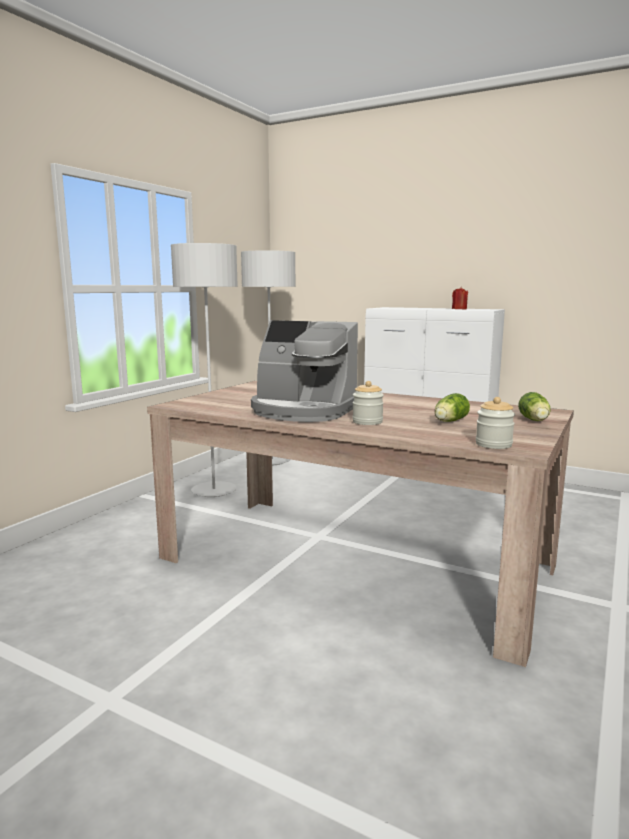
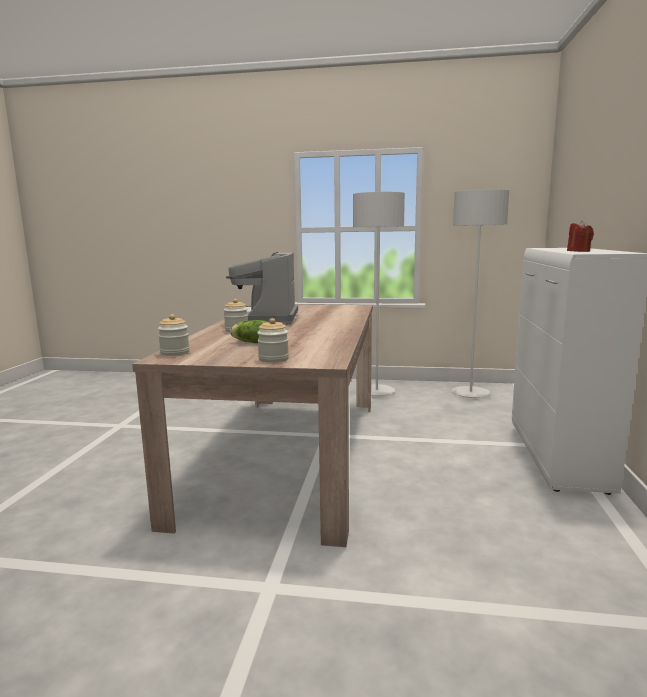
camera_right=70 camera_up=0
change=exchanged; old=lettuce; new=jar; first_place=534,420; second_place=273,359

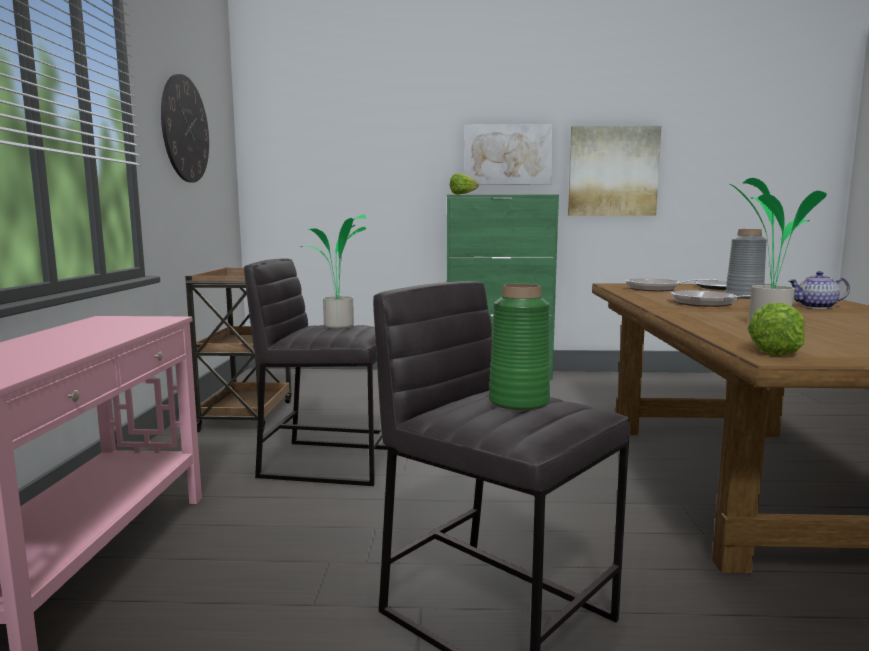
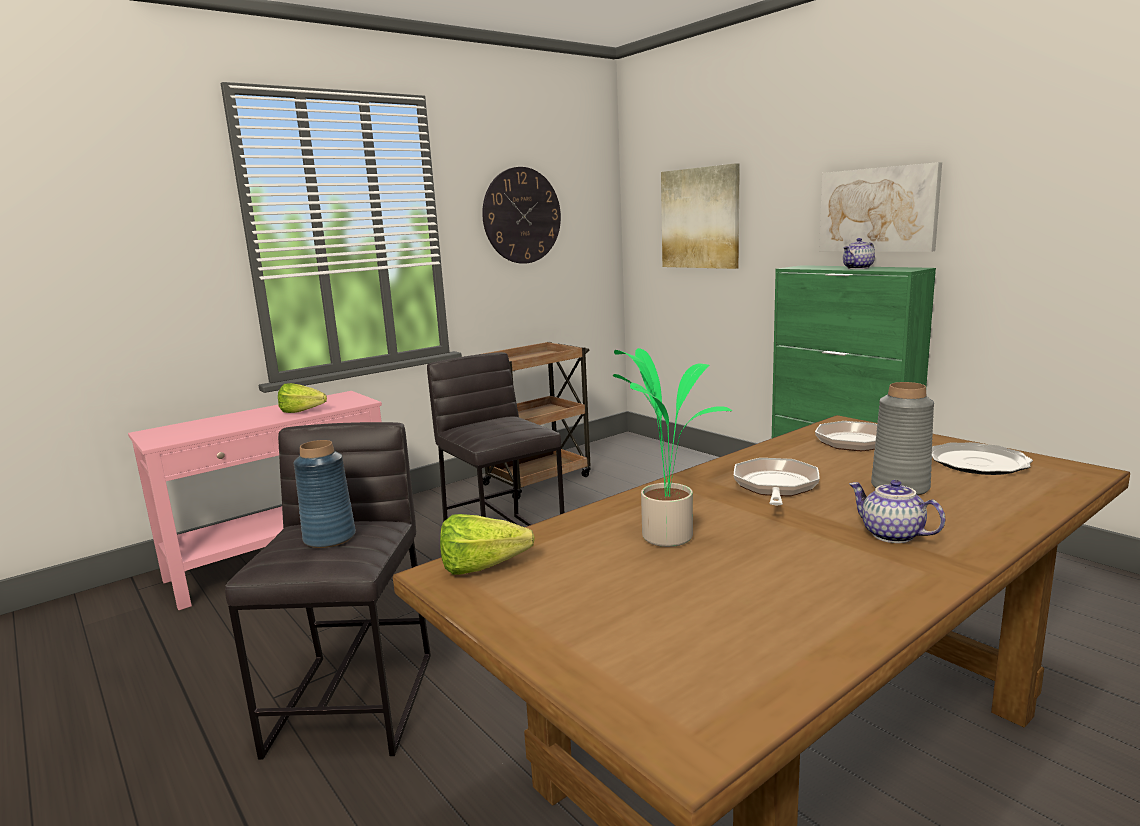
camera_right=50 camera_up=5
change=missing; old=potted plant; first_place=339,326
change=appeared; new=teapot; second_place=858,268
change=relocated; old=lettuce; first_place=466,194; second_place=305,412
change=relocated; old=picture; first_place=613,171; second_place=700,218
change=colour; old=vase/green; new=vase/blue; first_place=519,402; second_place=330,538

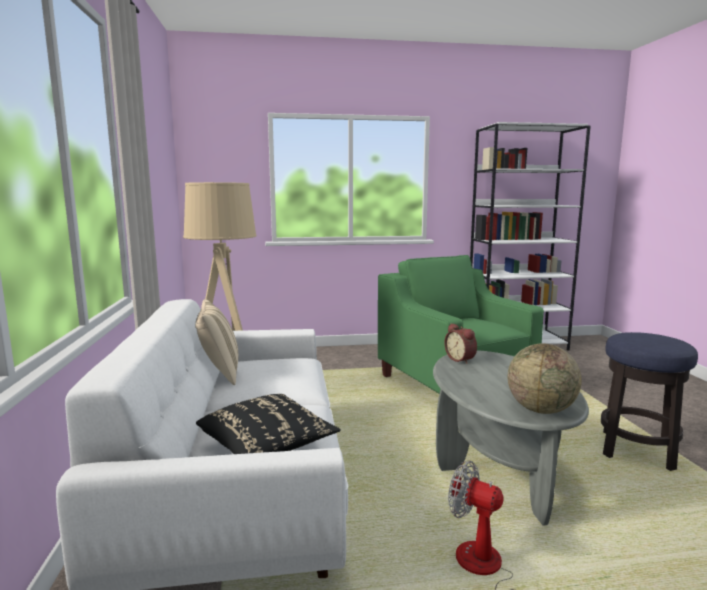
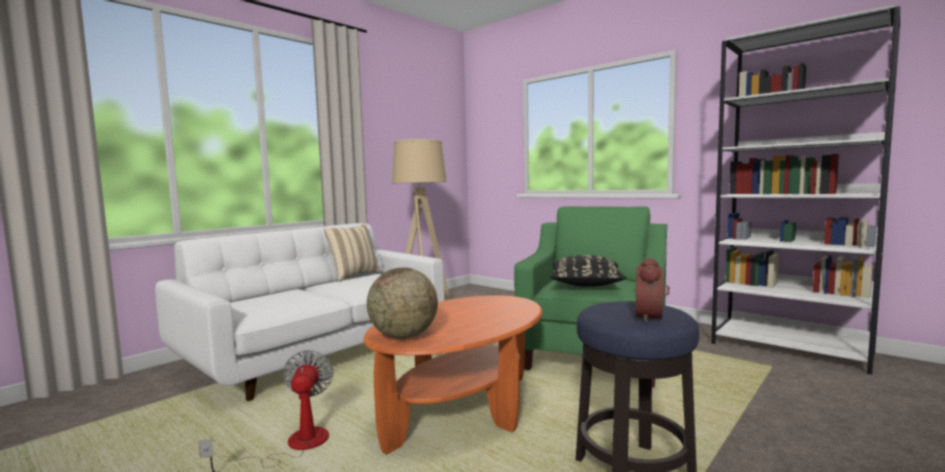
camera_right=50 camera_up=-5
change=relocated; old=pillow/black; first_place=267,447; second_place=586,285
change=relocated; old=alarm clock; first_place=461,359; second_place=652,317
change=colour; old=coffee table/grey; new=coffee table/orange; first_place=497,466; second_place=463,412

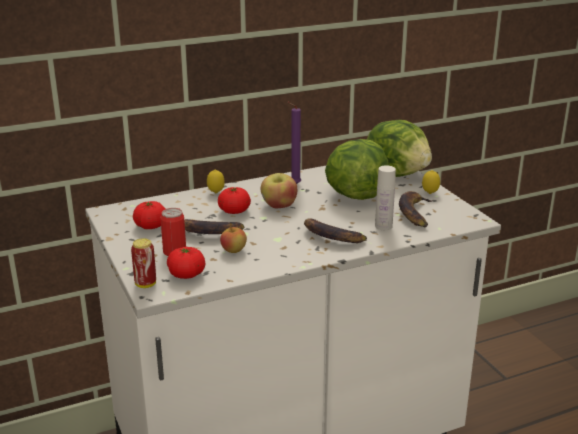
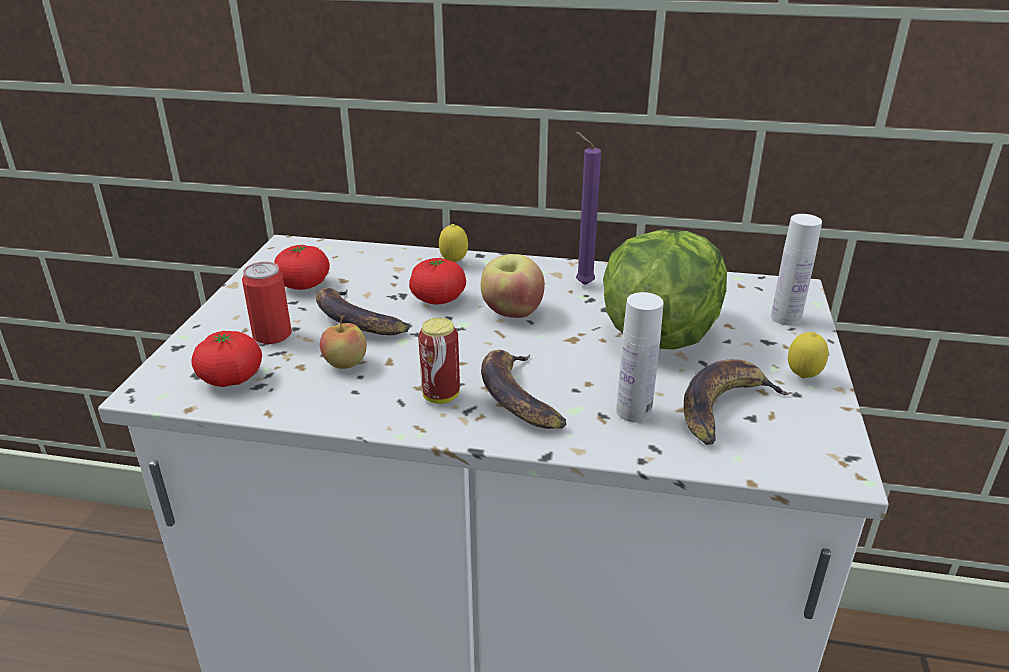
camera_right=35 camera_up=5
change=relocated; old=can; first_place=145,284; second_place=441,396
change=exchanged; old=lettuce; new=bottle/white; first_place=398,173; second_place=786,318

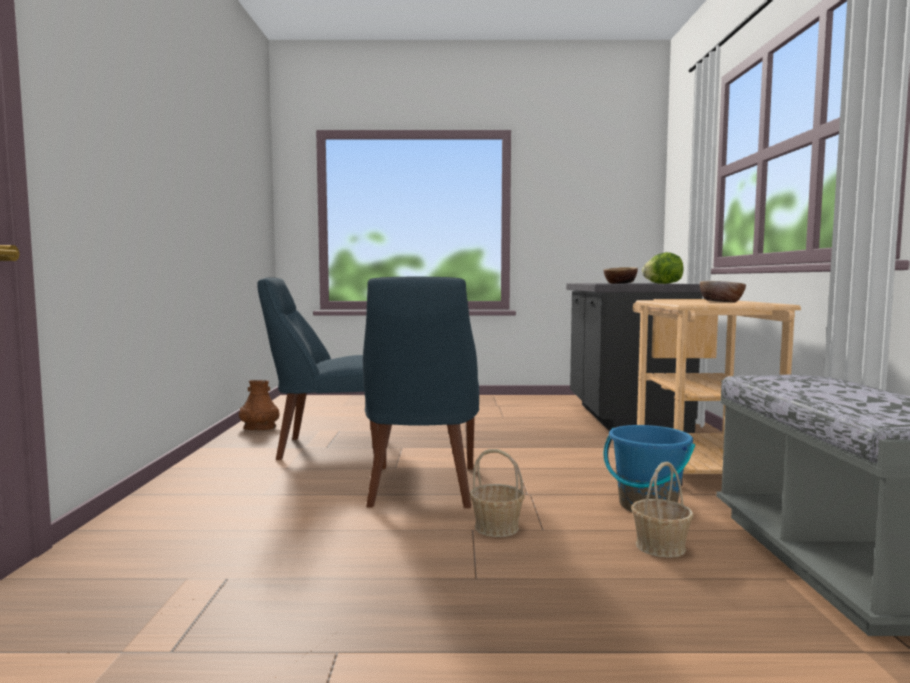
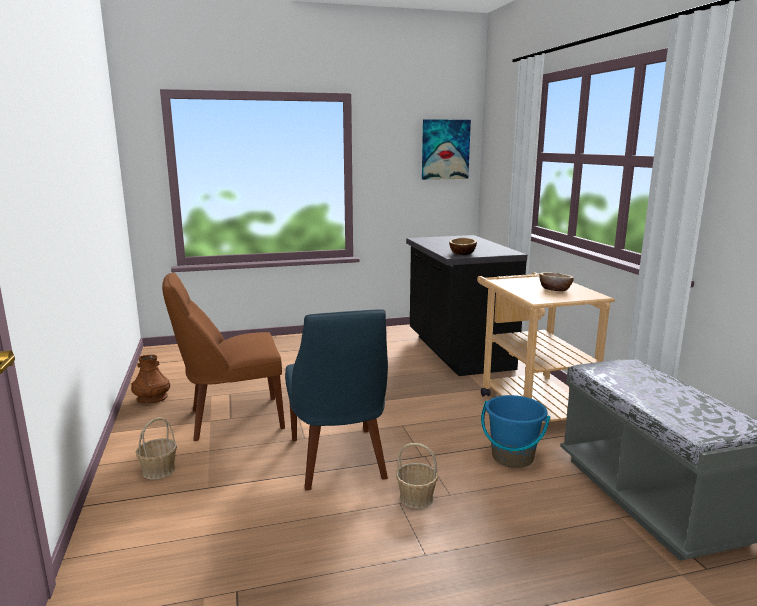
camera_right=-15 camera_up=10
change=missing; old=lettuce; first_place=662,283
change=appeared; new=picture; second_place=445,149
change=relocated; old=basket; first_place=660,546; second_place=158,470
change=colour; old=chair/blue; new=chair/brown; first_place=327,448; second_place=231,419

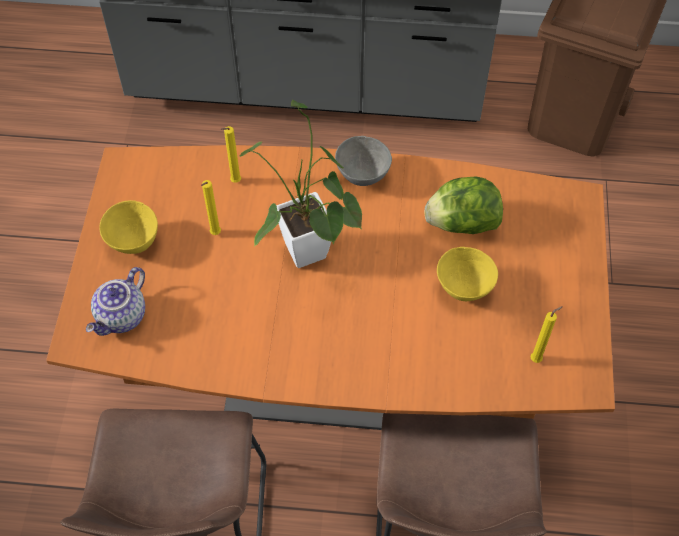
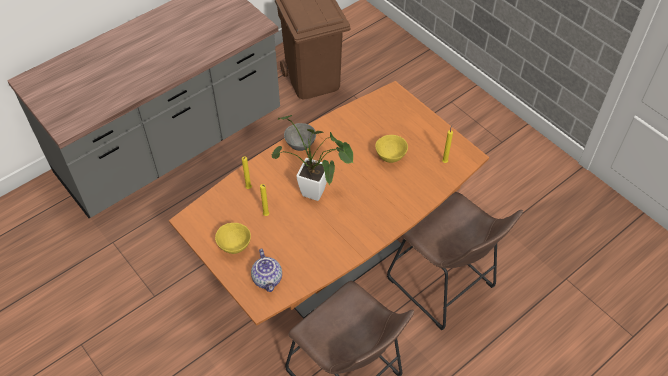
camera_right=-45 camera_up=-5
change=missing; old=lettuce; first_place=462,223

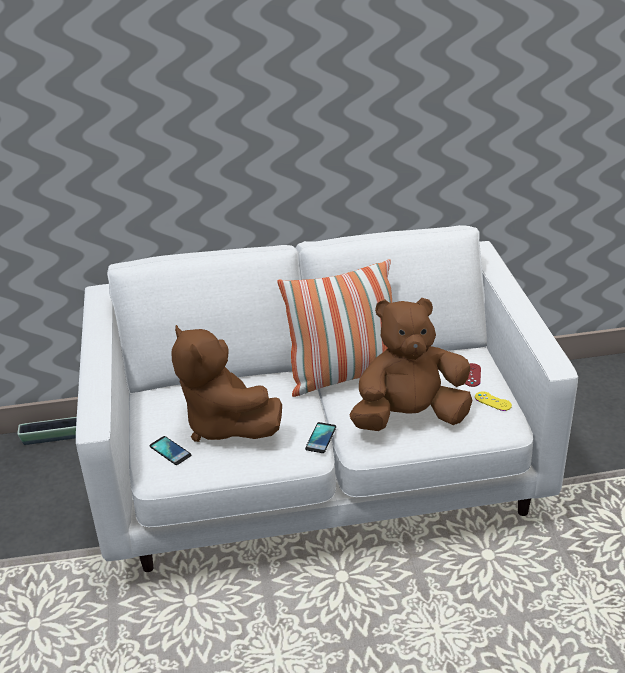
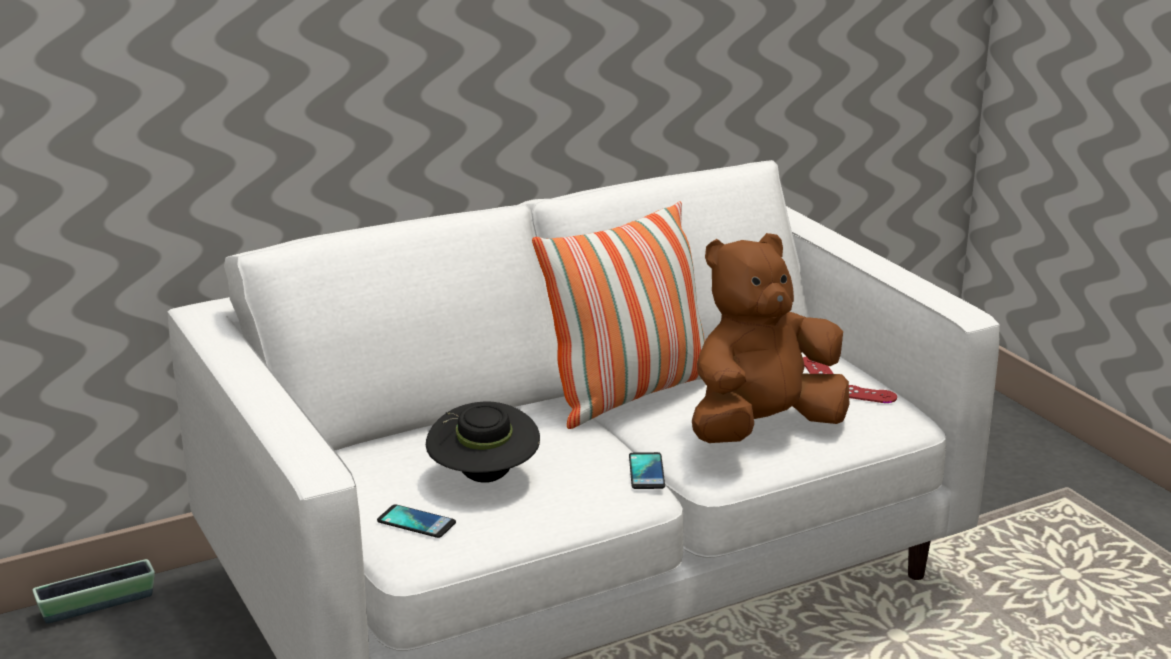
camera_right=-20 camera_up=-10
change=exchanged; old=plush toy/brown; new=hat/black; first_place=224,425; second_place=483,477
change=colour; old=game controller/yellow; new=game controller/red; first_place=493,401; second_place=867,394

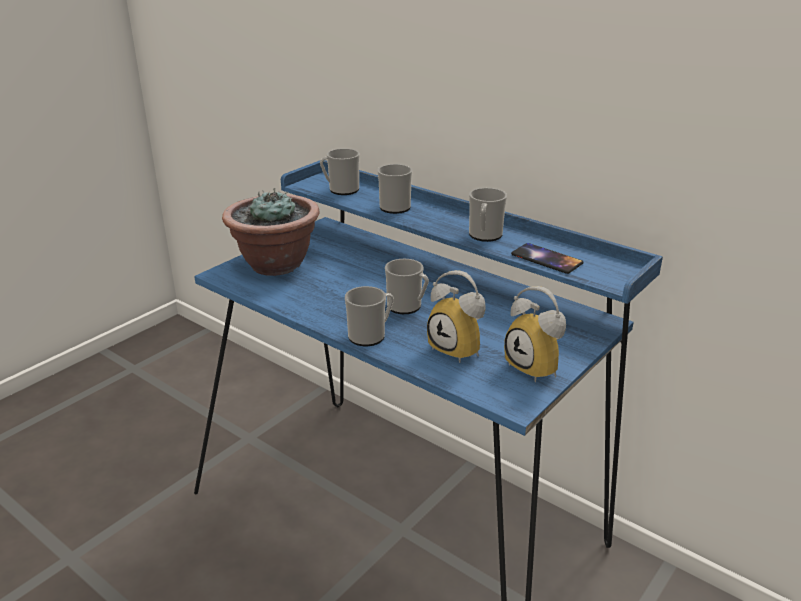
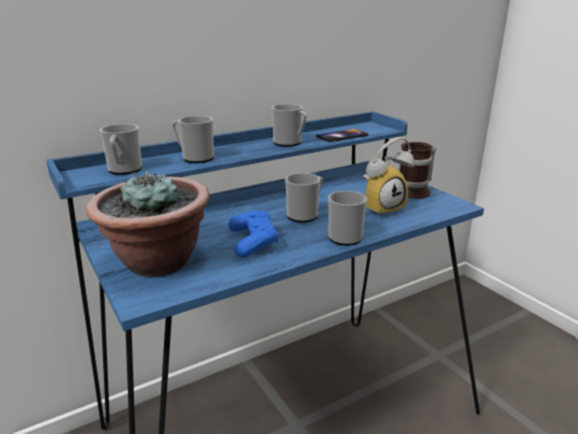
camera_right=-70 camera_up=-5
change=appeared; new=game controller/blue; second_place=253,241
change=exchanged; old=alarm clock; new=mug; first_place=538,367; second_place=415,191

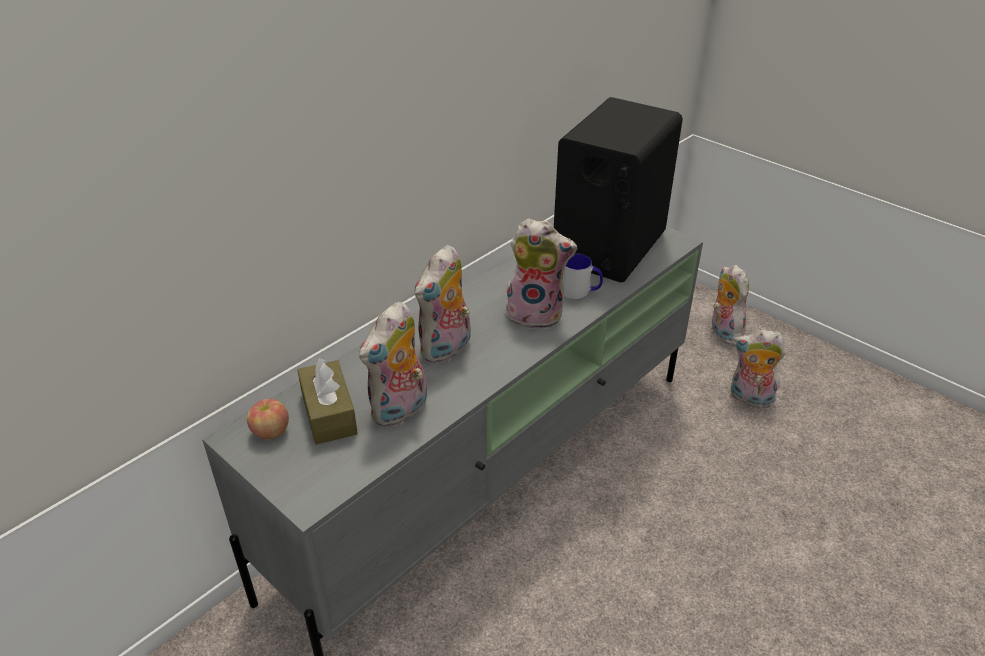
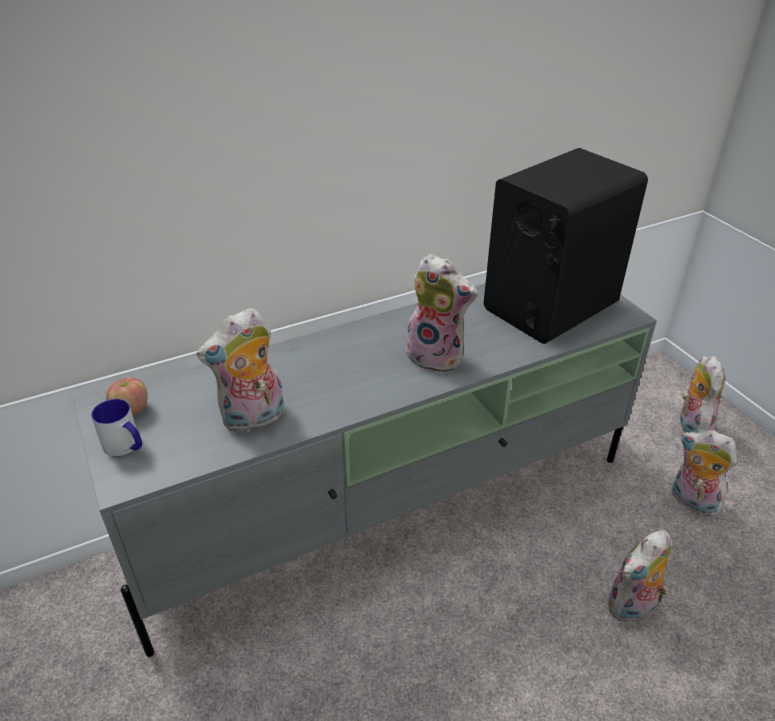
camera_right=20 camera_up=0
change=missing; old=tissue box/brown; first_place=329,413
change=relocated; old=plush toy; first_place=446,350; second_place=632,607
change=relocated; old=mug; first_place=580,291; second_place=126,446

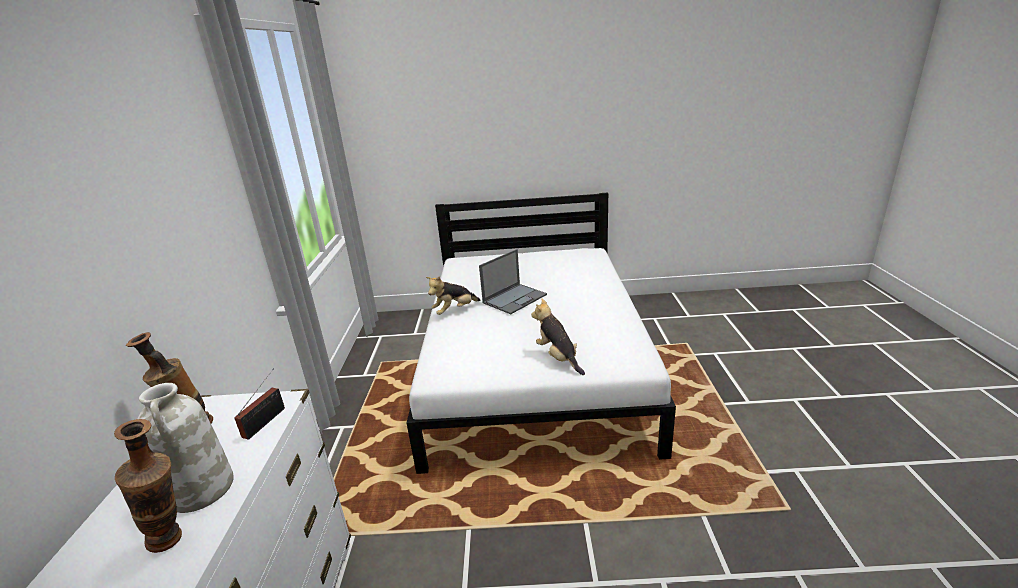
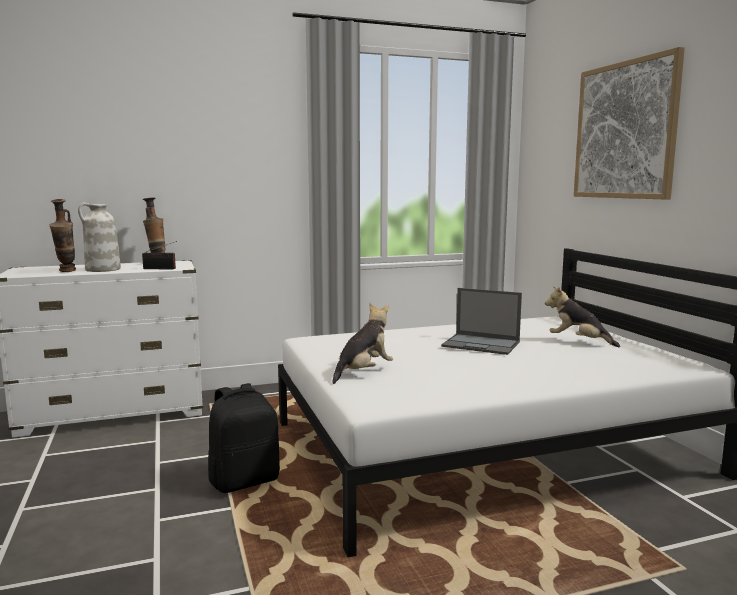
camera_right=70 camera_up=-15
change=appeared; new=backpack/black; second_place=245,481
change=appeared; new=picture; second_place=625,130
change=relocated; old=plush toy; first_place=454,311; second_place=578,342

